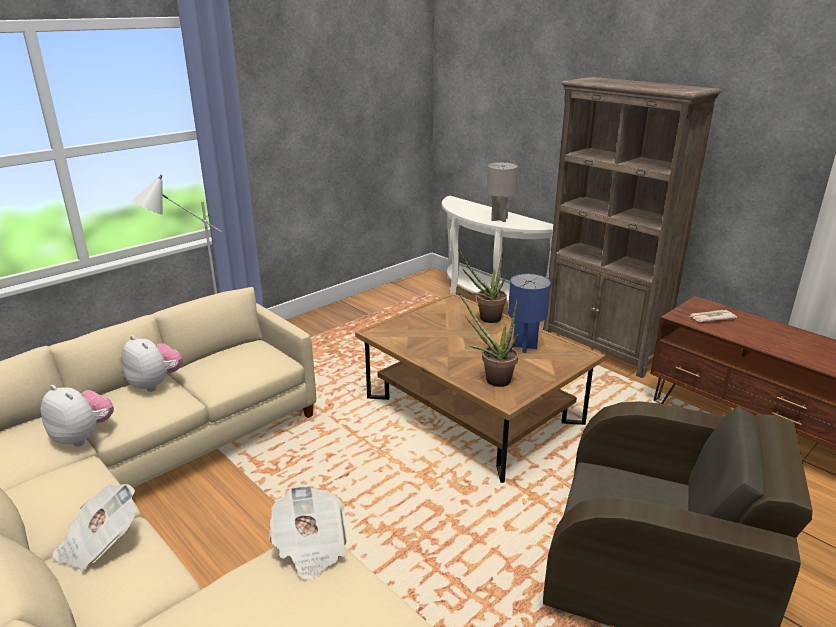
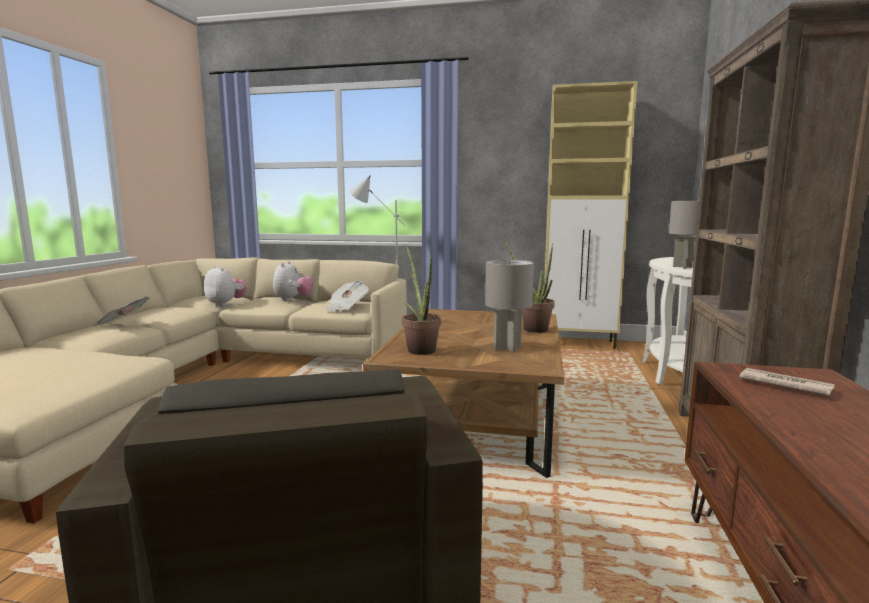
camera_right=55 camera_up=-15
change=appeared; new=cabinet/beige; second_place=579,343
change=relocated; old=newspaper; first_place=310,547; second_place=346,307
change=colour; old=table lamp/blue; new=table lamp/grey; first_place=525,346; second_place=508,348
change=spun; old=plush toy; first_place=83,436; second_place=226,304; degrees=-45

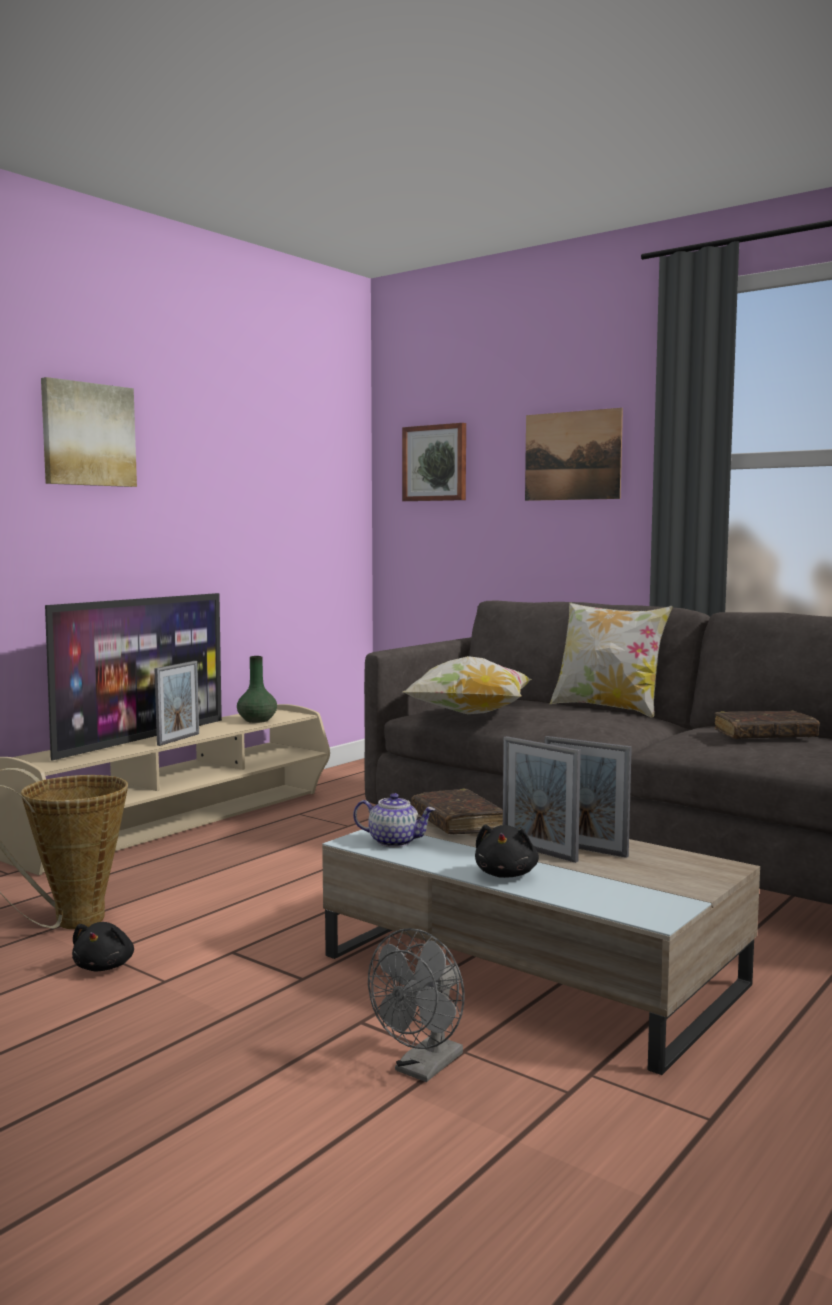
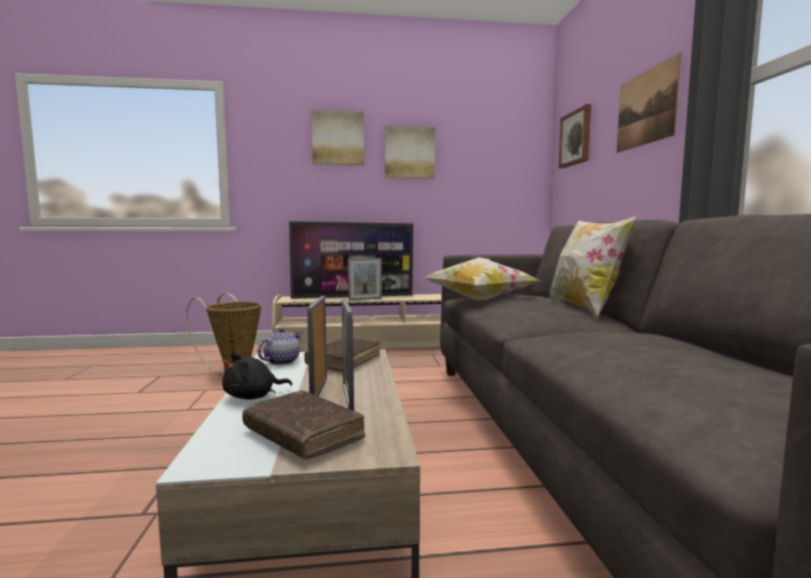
camera_right=45 camera_up=0
change=missing; old=plush toy/black; first_place=105,966
change=missing; old=vase/green; first_place=257,720
change=missing; old=fan/grey; first_place=423,1068
change=appeared; new=picture; second_place=409,152
change=relocated; old=book/brown; first_place=764,735; second_place=303,435
change=spun; old=teapot; first_place=394,842; second_place=282,361; degrees=-120

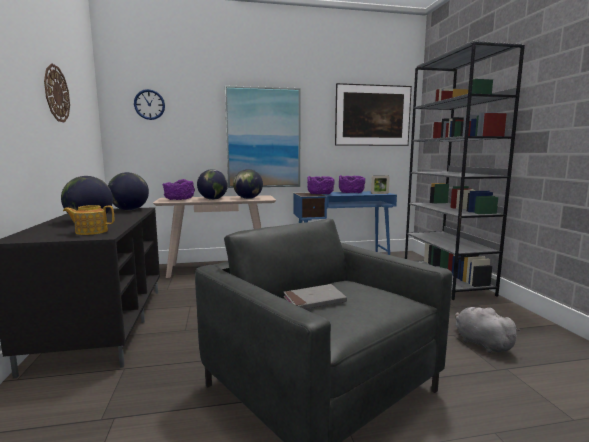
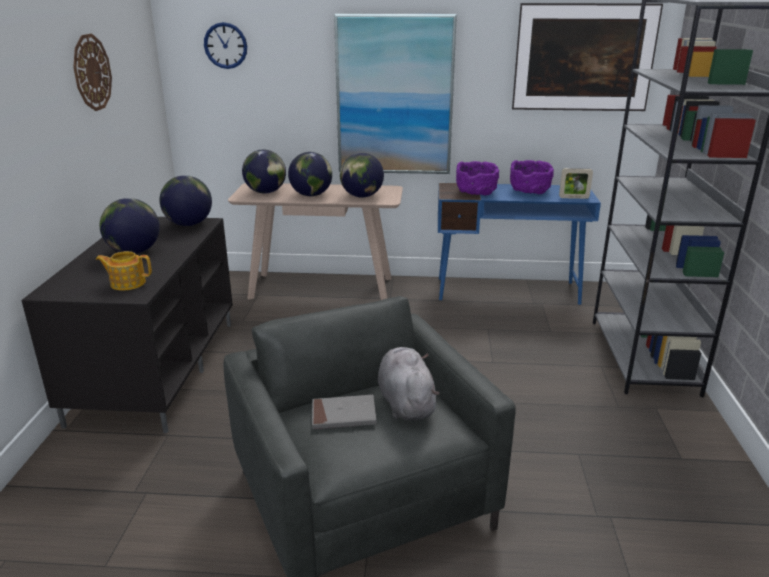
camera_right=15 camera_up=15
change=relocated; old=plush toy/grey; first_place=481,343; second_place=405,402
change=exchanged; old=bowl/purple; new=globe; first_place=179,199; second_place=266,192

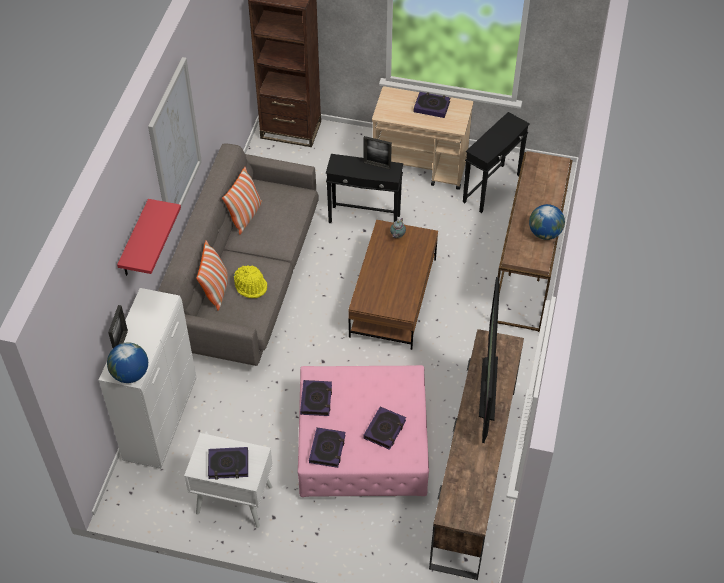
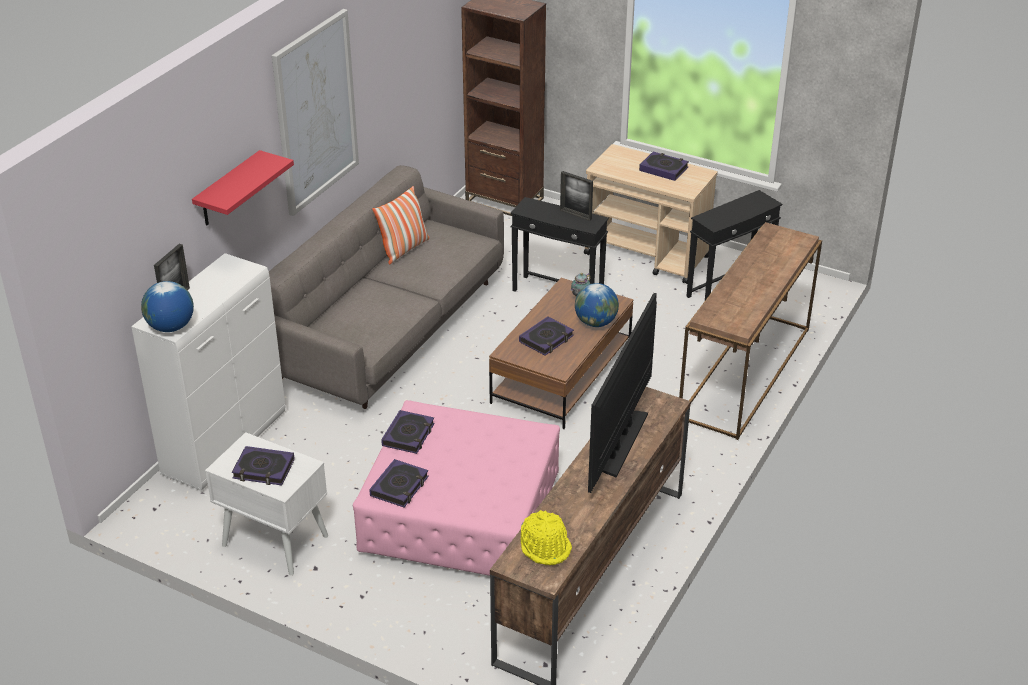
camera_right=15 camera_up=-15
change=missing; old=pillow; first_place=216,290
change=relocated; old=hat/yellow; first_place=251,286; second_place=545,547
change=relocated; old=book; first_place=385,430; second_place=546,339
change=relocated; old=globe; first_place=545,233; second_place=596,323

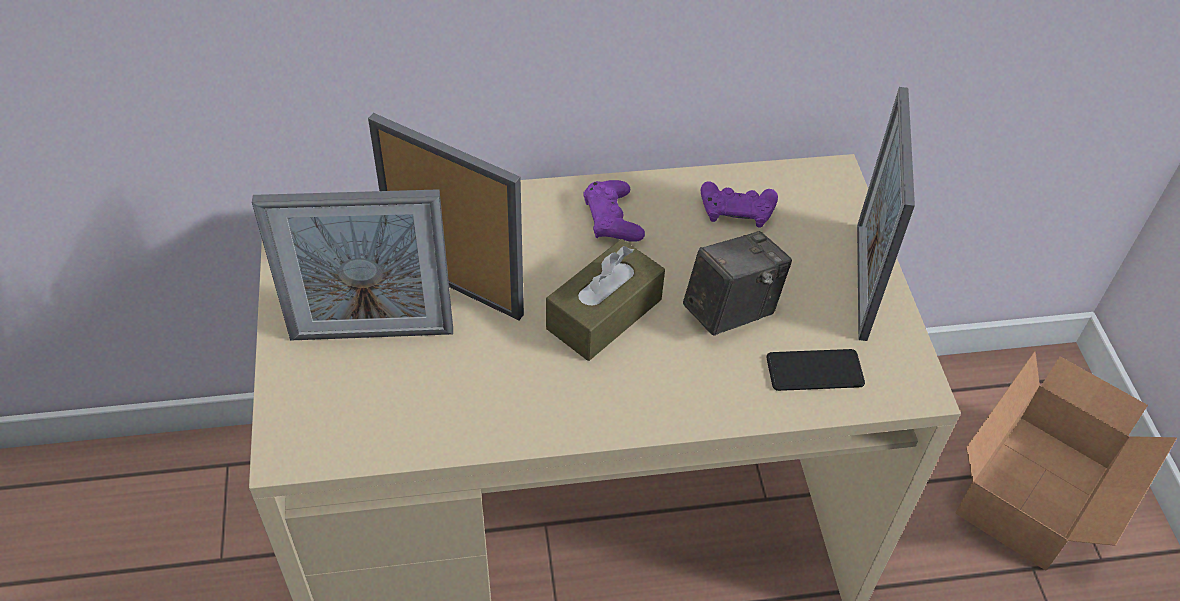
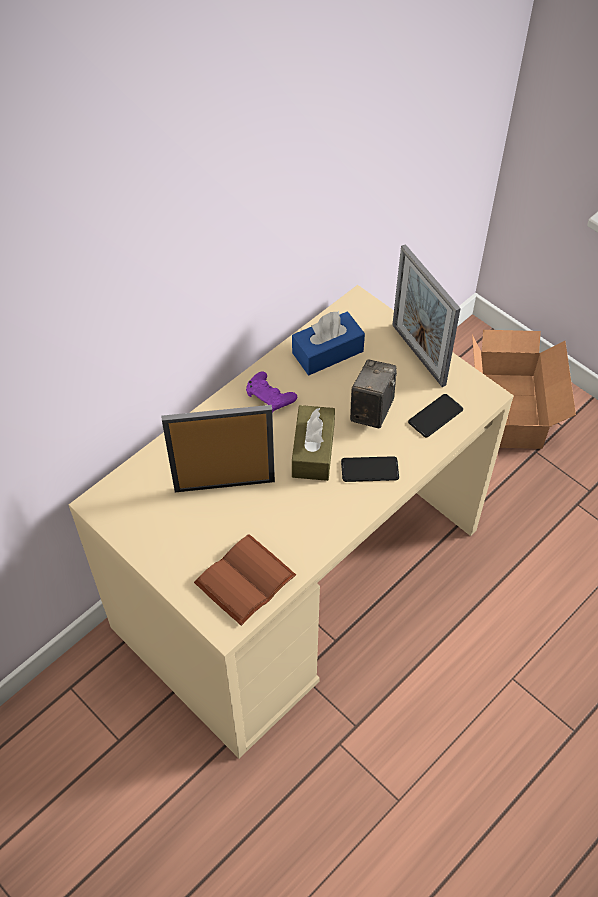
camera_right=-35 camera_up=5
change=missing; old=picture frame; first_place=372,334
change=appeared; new=book/brown; second_place=246,583
change=appeared; new=phone; second_place=369,470
change=exchanged; old=game controller/purple; new=tissue box/blue; first_place=737,210; second_place=327,352

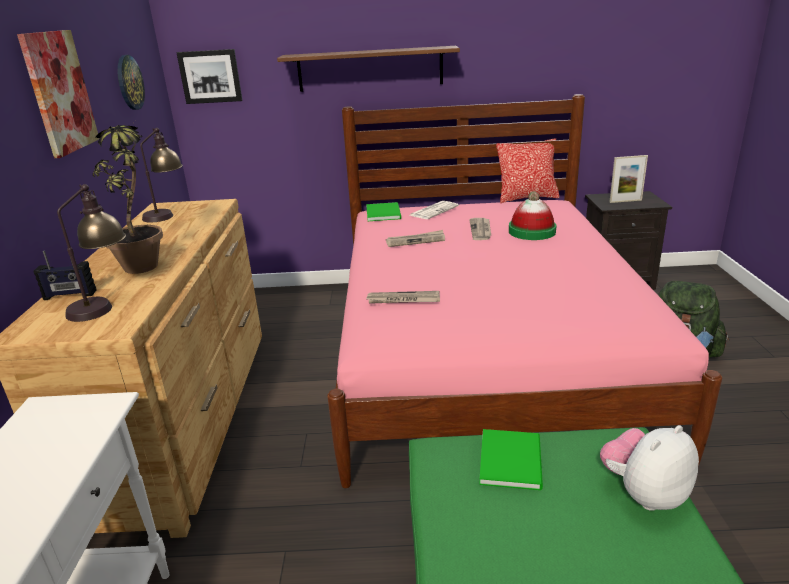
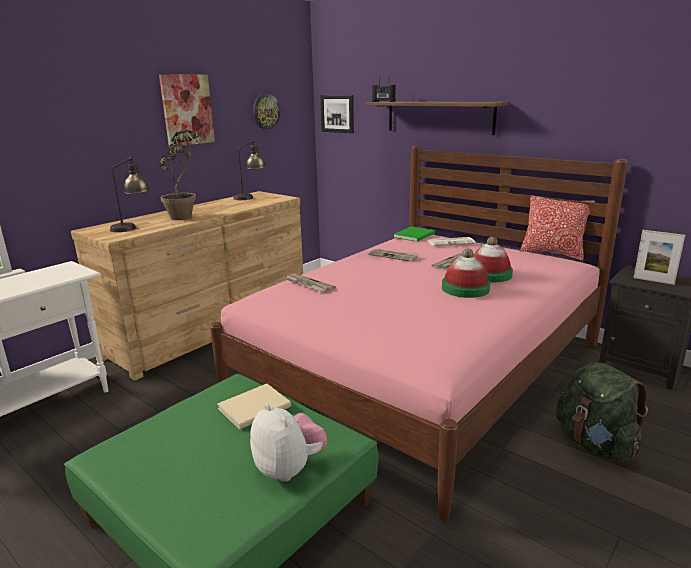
camera_right=40 camera_up=-5
change=appeared; new=hat; second_place=465,288
change=relocated; old=radio; first_place=70,295; second_place=383,101
change=colour; old=book/green; new=book/beige; first_place=512,459; second_place=257,407
change=spun; old=plush toy; first_place=644,494; second_place=289,468; degrees=45

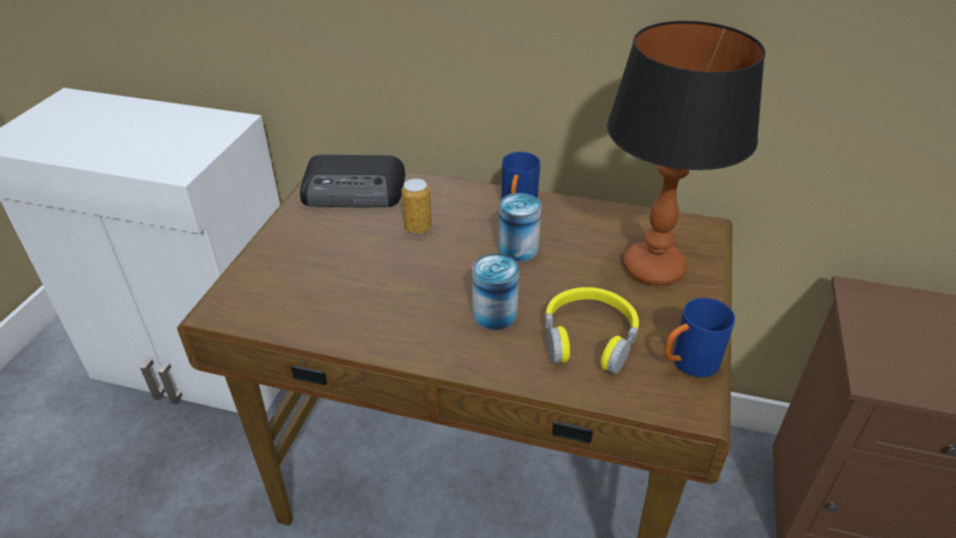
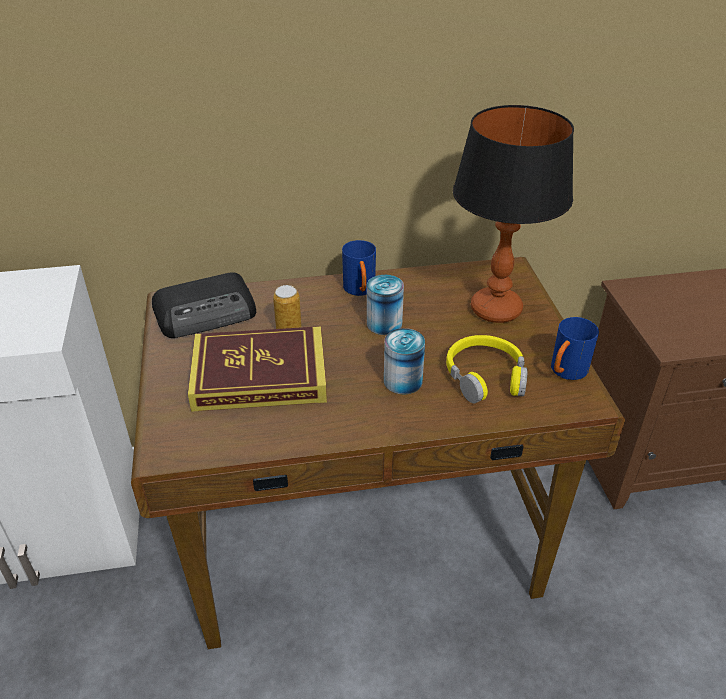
camera_right=-25 camera_up=0
change=appeared; new=book; second_place=259,375

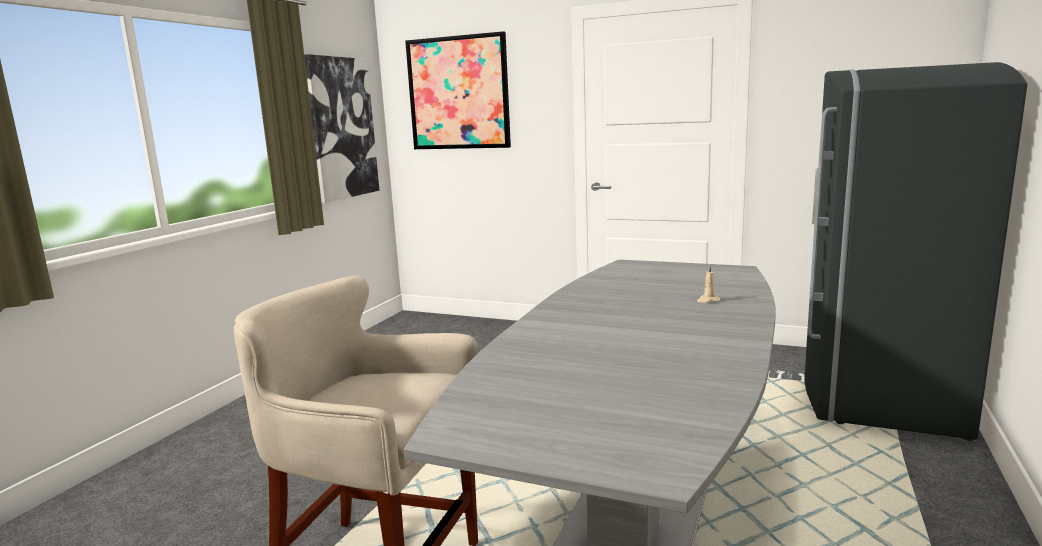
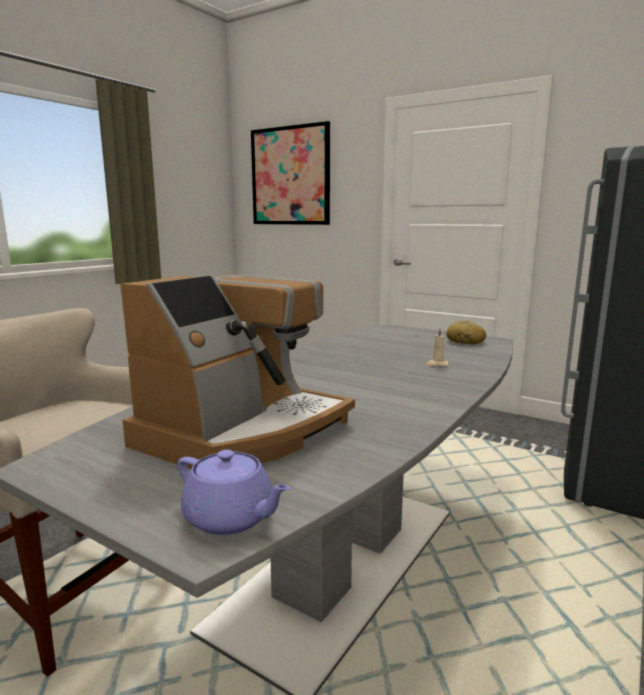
camera_right=10 camera_up=0
change=missing; old=picture; first_place=341,128
change=appeared; new=coffee machine; second_place=243,431
change=appeared; new=teapot/purple; second_place=231,518
change=appeared; new=bread; second_place=466,341

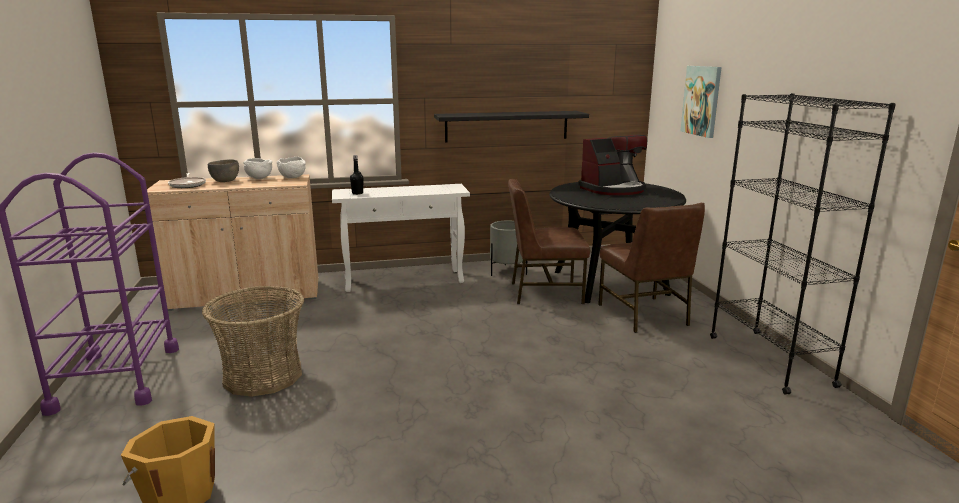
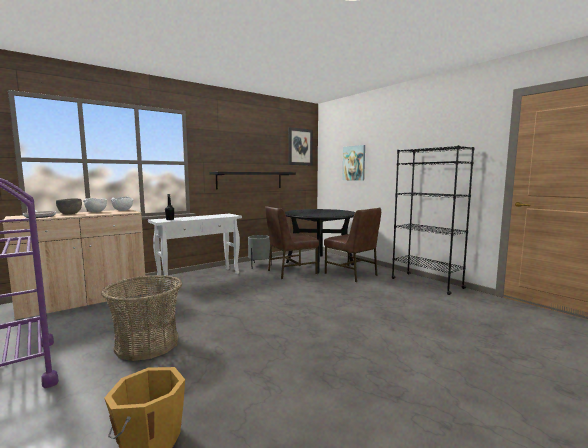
camera_right=-25 camera_up=-10
change=missing; old=coffee machine; first_place=613,189
change=appeared; new=picture; second_place=300,147

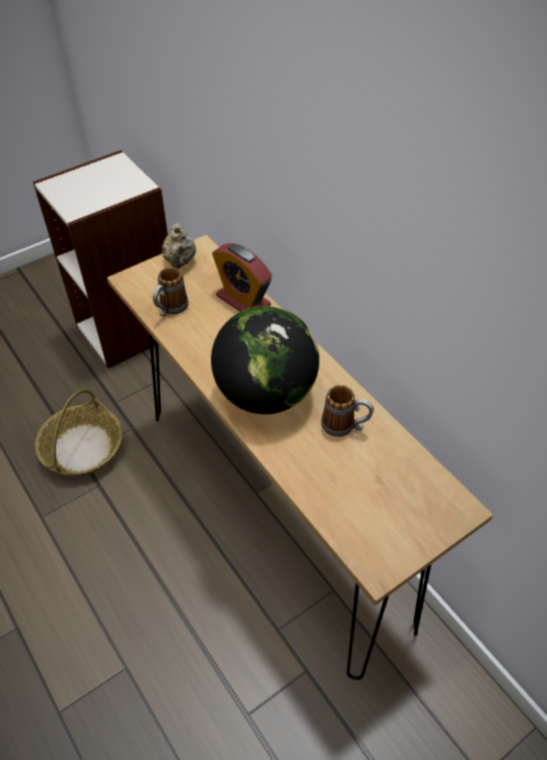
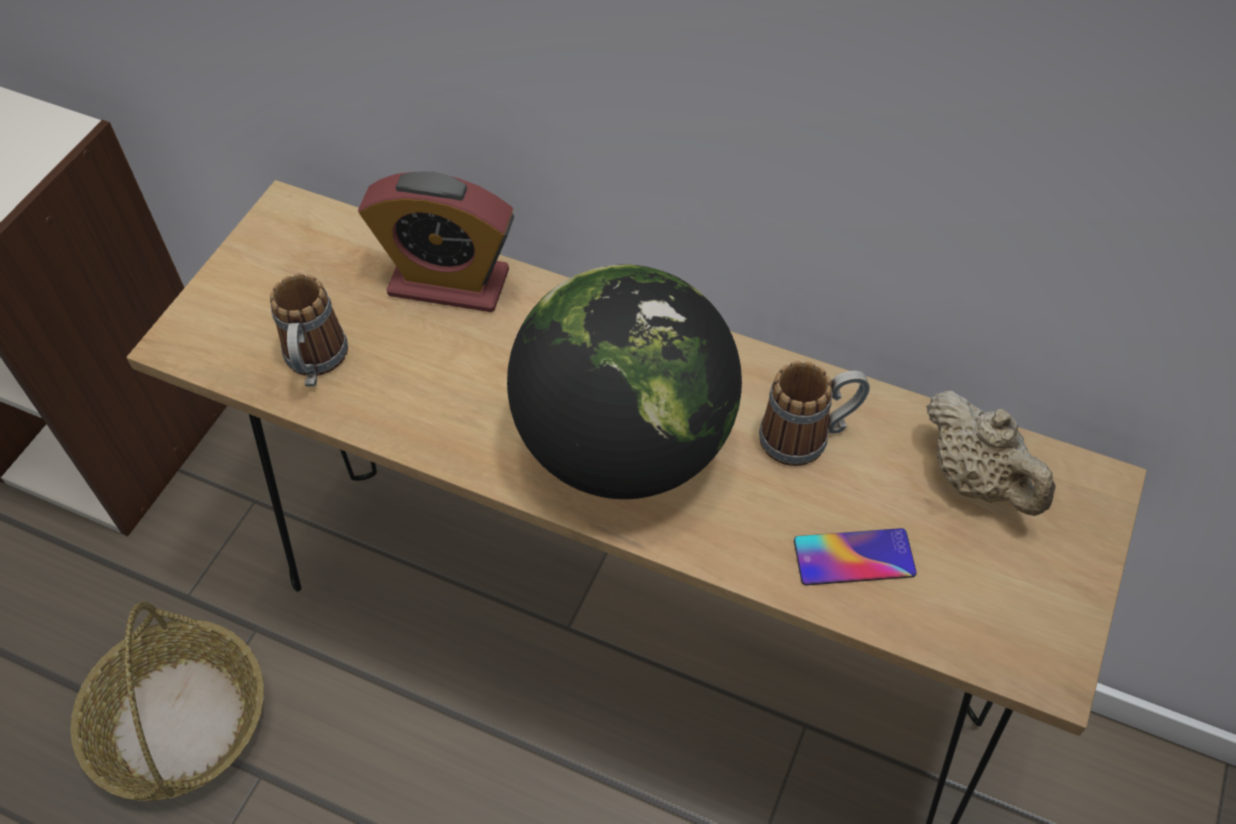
camera_right=-30 camera_up=5
change=appeared; new=phone; second_place=854,557
change=relocated; old=teapot/beige; first_place=180,262; second_place=977,480

